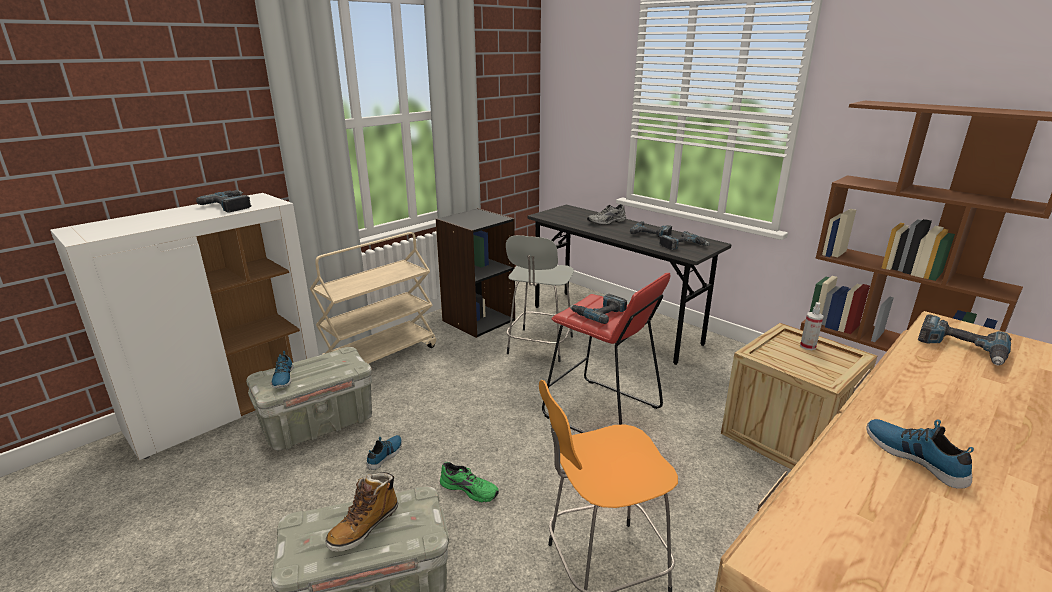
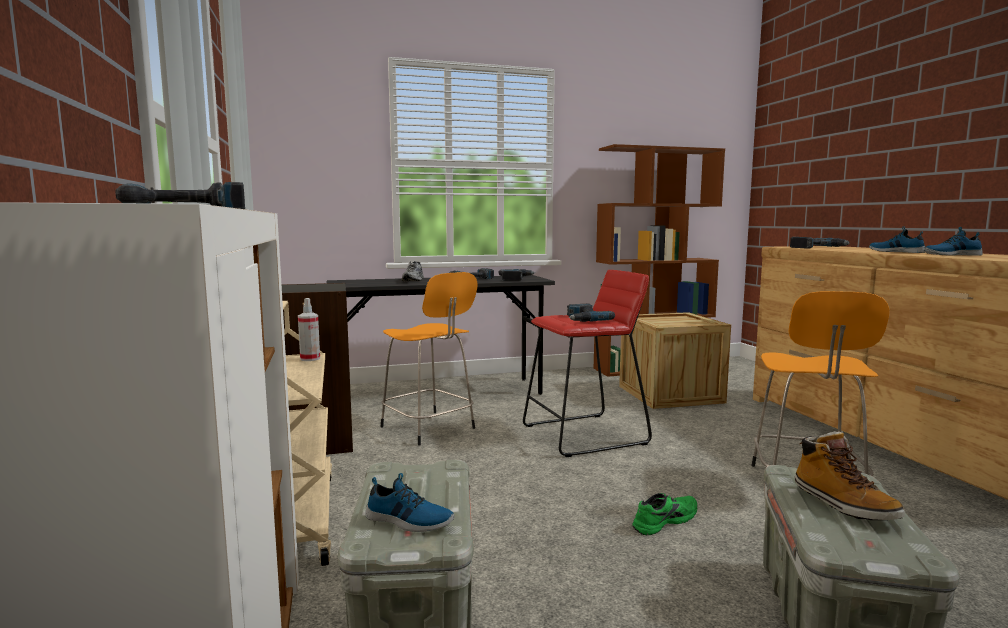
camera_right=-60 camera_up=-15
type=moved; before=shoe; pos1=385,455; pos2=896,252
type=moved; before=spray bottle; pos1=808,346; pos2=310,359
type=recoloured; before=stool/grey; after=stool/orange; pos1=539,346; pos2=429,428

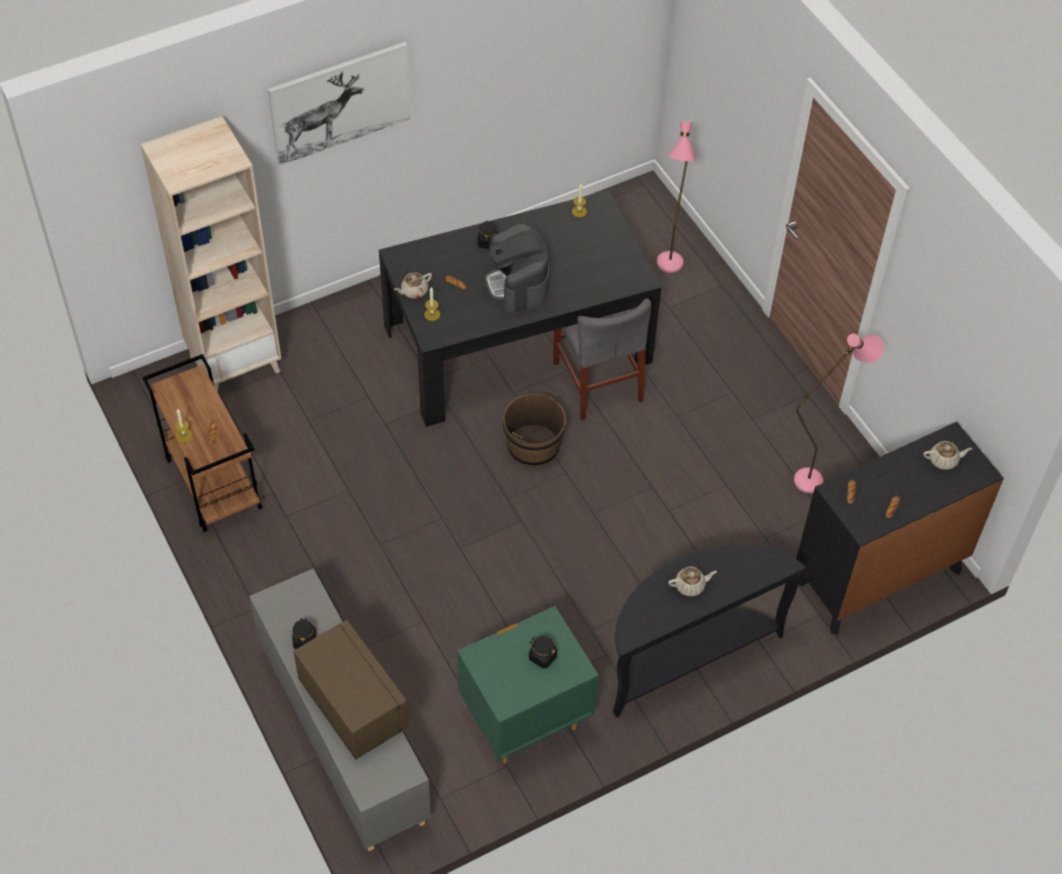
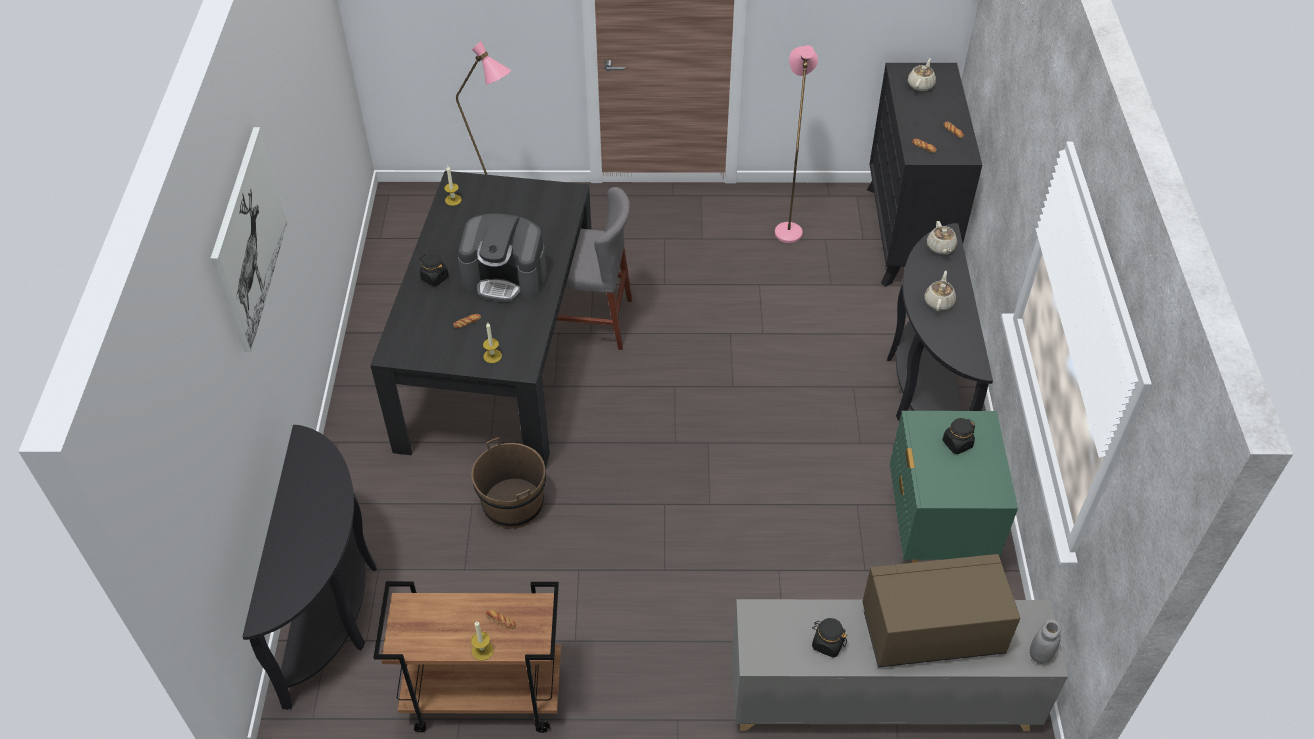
camera_right=-60 camera_up=-5
type=added; after=jar/grey; pos2=1040,654
type=moved; before=teapot/beige; pos1=414,291; pos2=940,247
type=moved; before=bucket/brown; pos1=533,446; pos2=513,504
type=replaced; before=bookcase/beige; after=console table/black; pos1=235,363; pos2=334,607

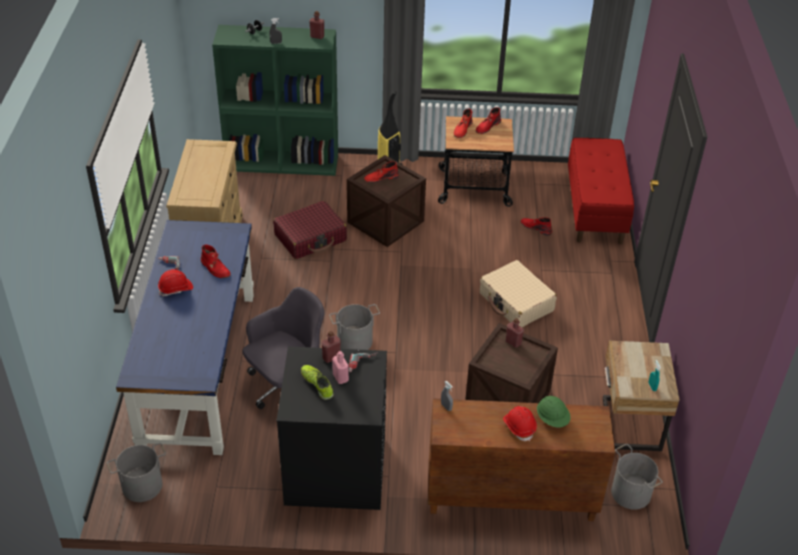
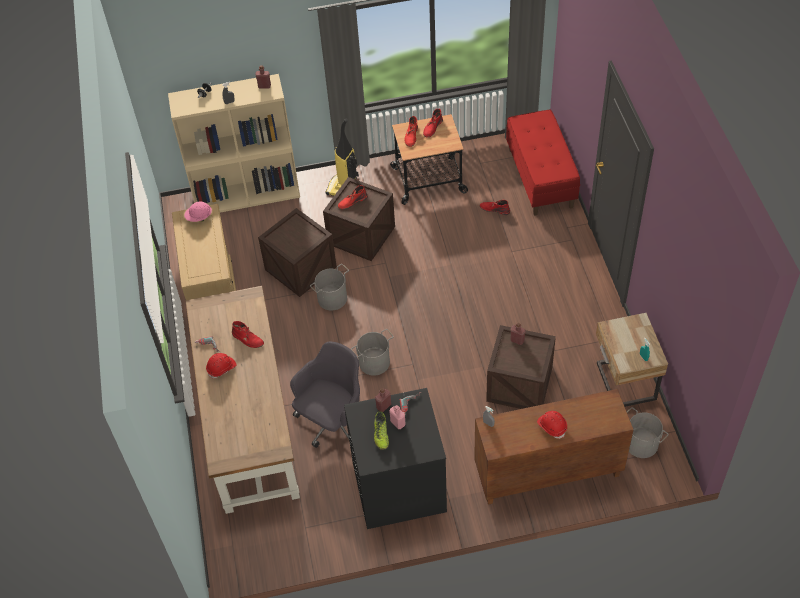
camera_right=-10 camera_up=10
type=removed; before=suitcase/beige; pos1=516,302
type=removed; before=hard hat/green; pos1=552,419
type=added; after=hard hat/pink; pos2=199,217
type=moved; before=bucket/grey; pos1=142,486; pos2=332,298
type=replaced; before=suitcase/red; after=crate; pos1=310,238; pos2=300,268
type=recoloured; before=desk/blue; after=desk/brown; pos1=198,367; pos2=249,421
type=recoloured; before=bookcase/green; after=bookcase/beige; pos1=283,162; pos2=247,194
type=turned; before=shoe; pos1=317,384; pos2=381,434; turn=-135

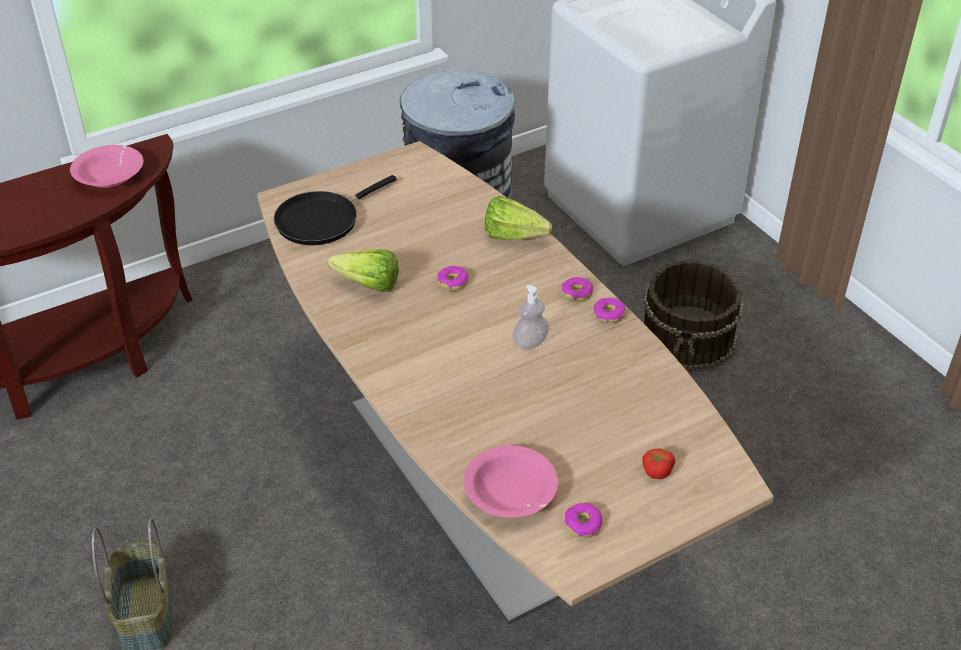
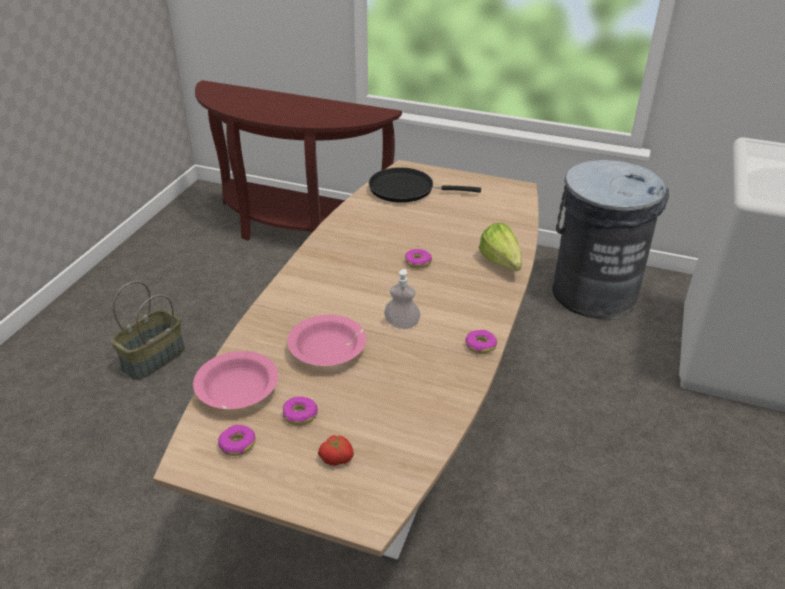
camera_right=50 camera_up=-5
type=removed; before=lettuce; pos1=363,283
type=removed; before=bucket/brown; pos1=689,337
type=moved; before=bowl/pink; pos1=109,176; pos2=327,350
type=moved; before=donut; pos1=577,293; pos2=300,415

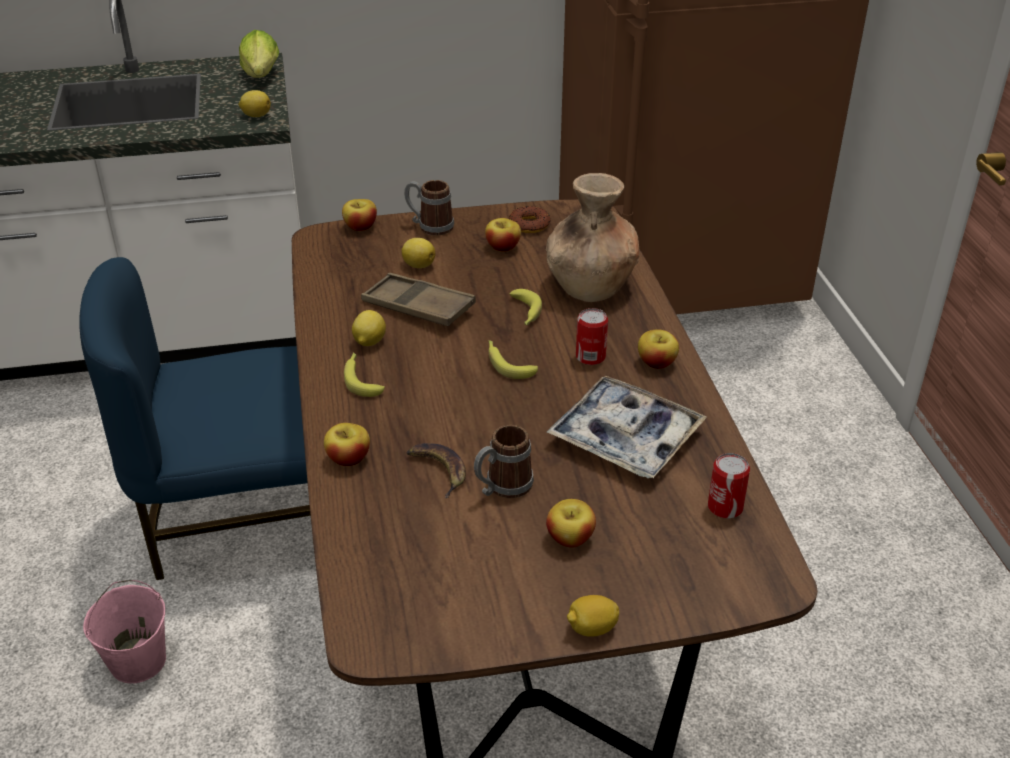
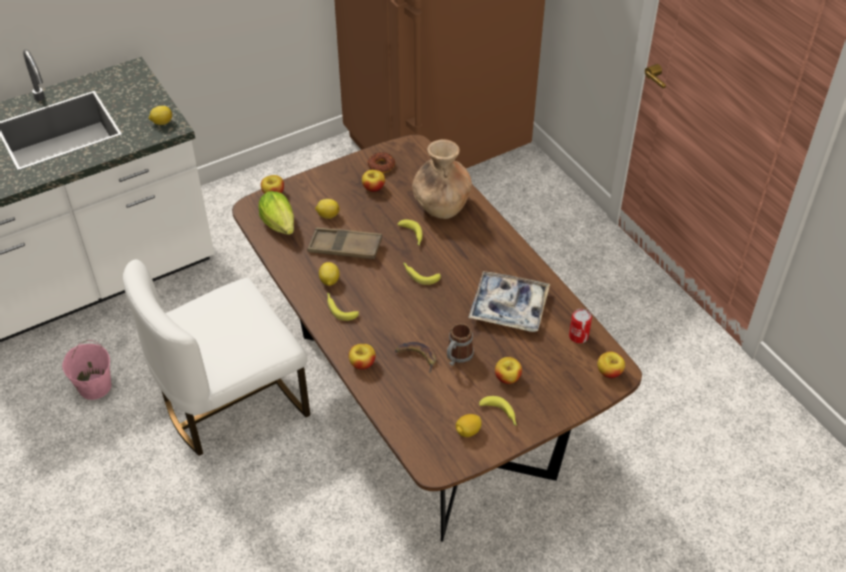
camera_right=-20 camera_up=10
type=removed; before=mug; pos1=430,226
type=removed; before=can; pos1=590,357
type=added; after=banana; pos2=500,414
type=moved; before=bucket/pink; pos1=137,661; pos2=94,386
type=moved; before=lettuce; pos1=261,77; pos2=280,226
type=moved; before=lemon; pos1=591,629; pos2=468,431
type=moved; before=apple; pos1=656,363; pos2=609,372
type=recoloured; before=chair/blue; after=chair/white; pos1=240,523; pos2=231,402

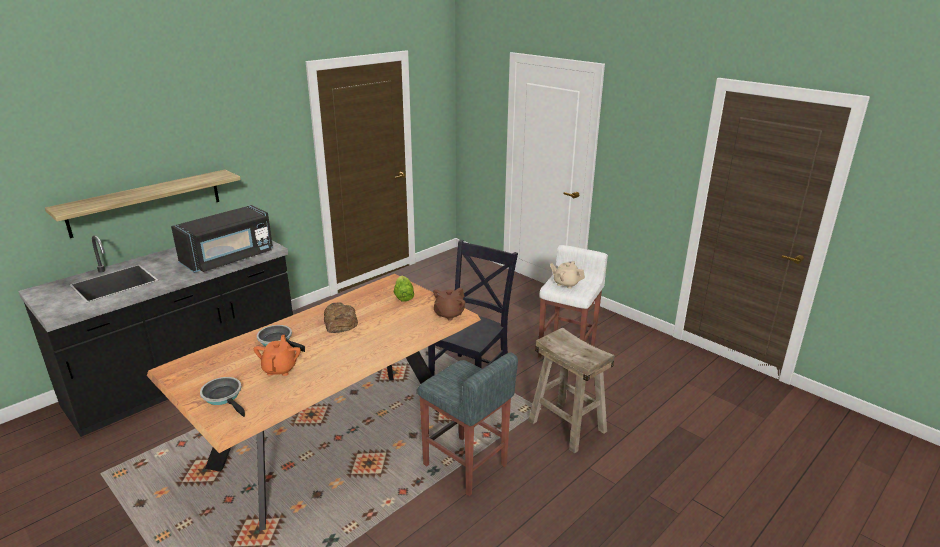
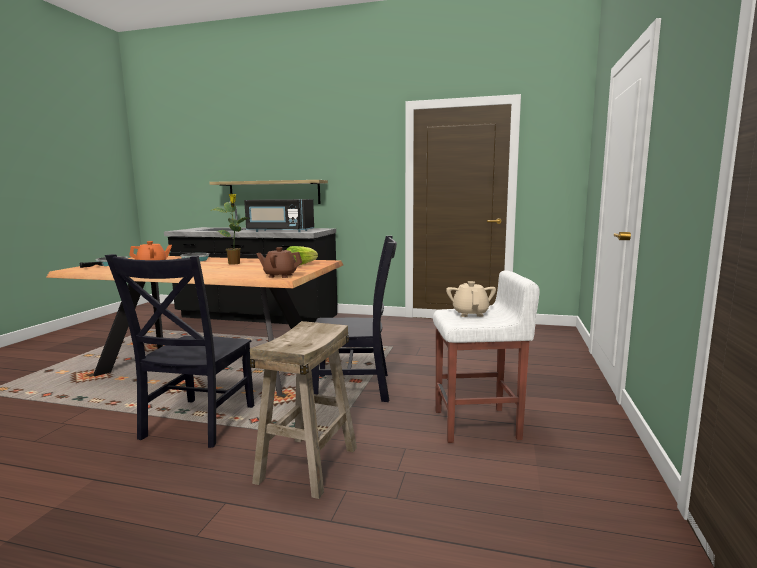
camera_right=60 camera_up=-15
type=replaced; before=bread; after=potted plant; pos1=340,322; pos2=234,263
type=replaced; before=stool/grey; after=chair/black; pos1=465,466; pos2=196,424

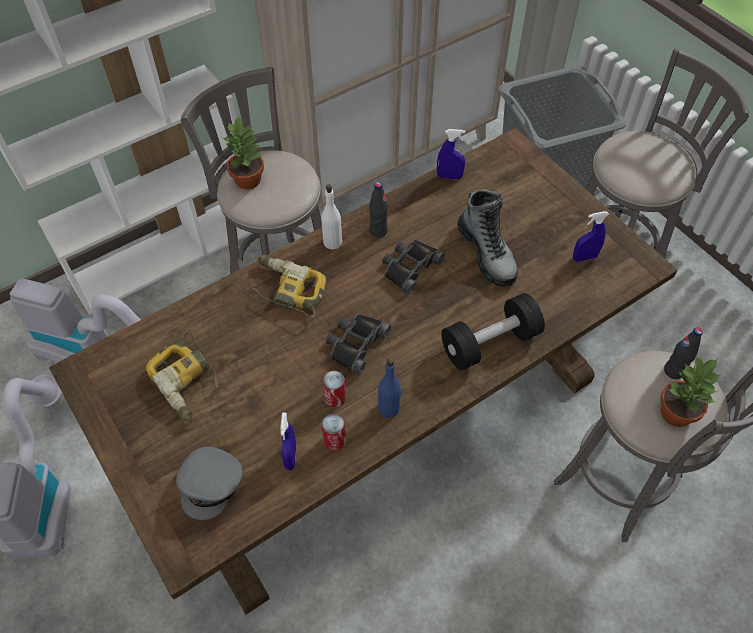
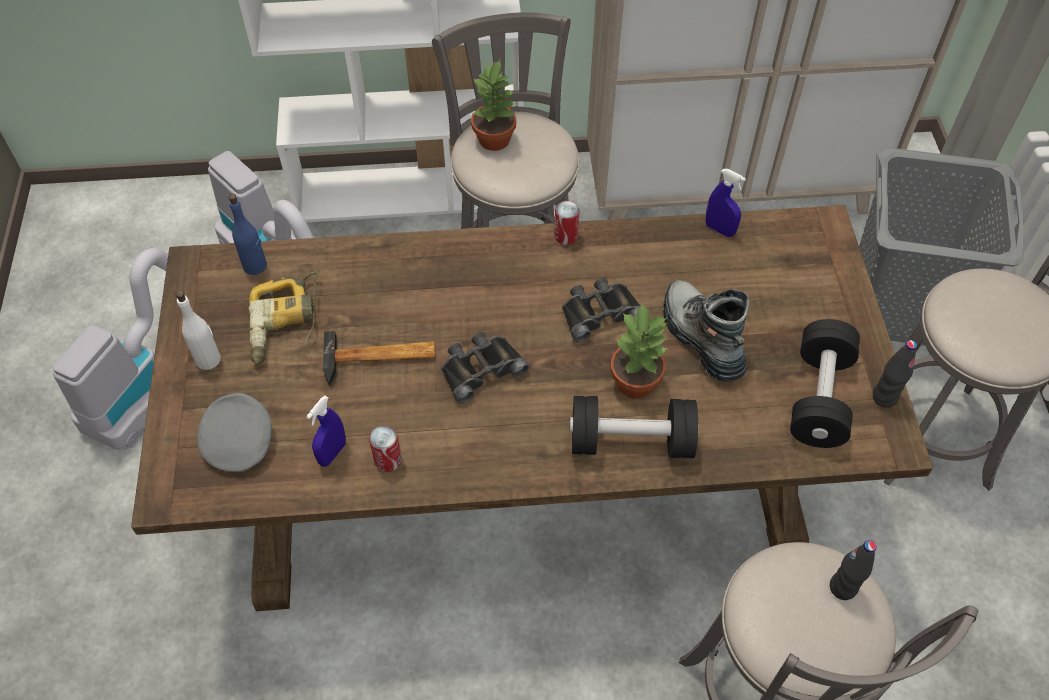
camera_right=30 camera_up=0
type=removed; before=power drill; pos1=287,291
type=added; after=hammer; pos2=380,359
type=moved; before=bottle/white; pos1=332,242; pos2=208,359
type=moved; before=can; pos1=335,398; pos2=566,236
type=moved; before=bottle/black; pos1=378,231; pos2=884,397
type=moved; before=bottle/blue; pos1=389,408; pos2=255,266
type=moved; before=potted plant; pos1=676,412; pos2=636,382
type=replaced; before=spray bottle/blue; after=dumbbell/black; pos1=584,257; pos2=819,397
type=turned; before=cap/grey; pos1=211,484; pos2=239,440; turn=135
type=turned; before=boot; pos1=487,253; pos2=701,338; turn=150

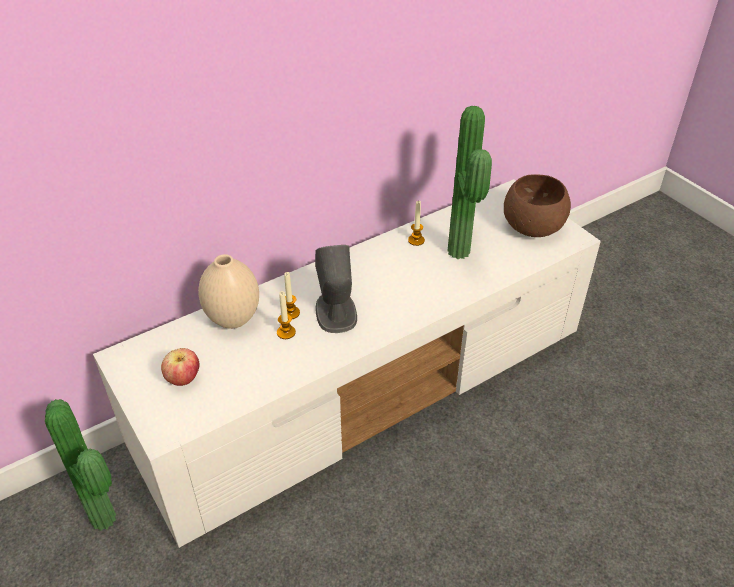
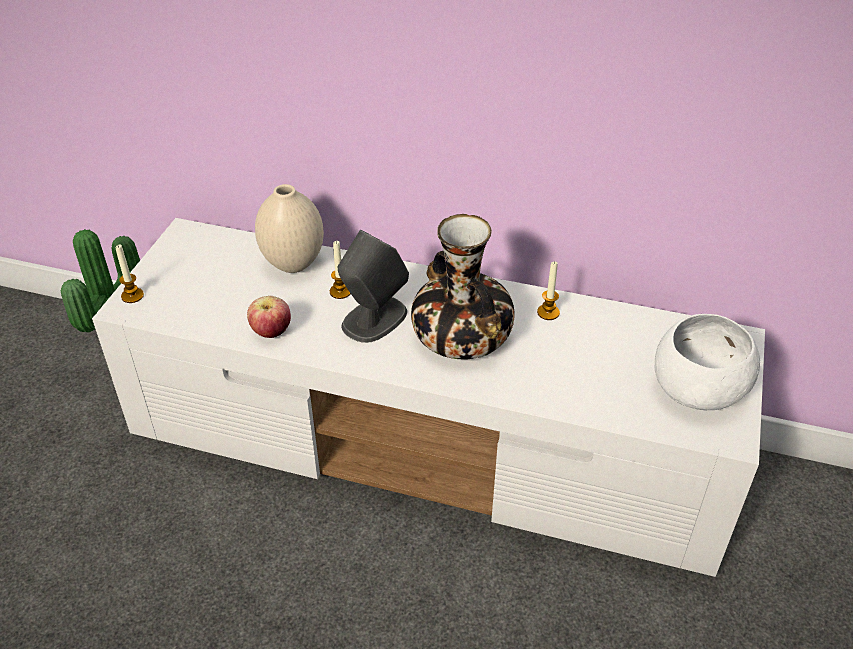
camera_right=50 camera_up=0
type=removed; before=potted plant; pos1=463,251
type=added; after=vase; pos2=462,336
type=moved; before=apple; pos1=183,379; pos2=271,332
type=moved; before=candle; pos1=286,332; pos2=132,296
type=recoloured; before=bowl/brown; after=bowl/white; pos1=532,227; pos2=696,389

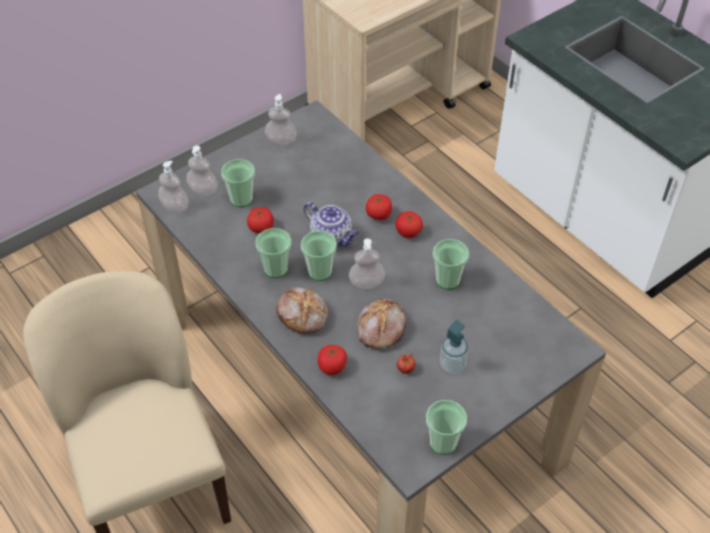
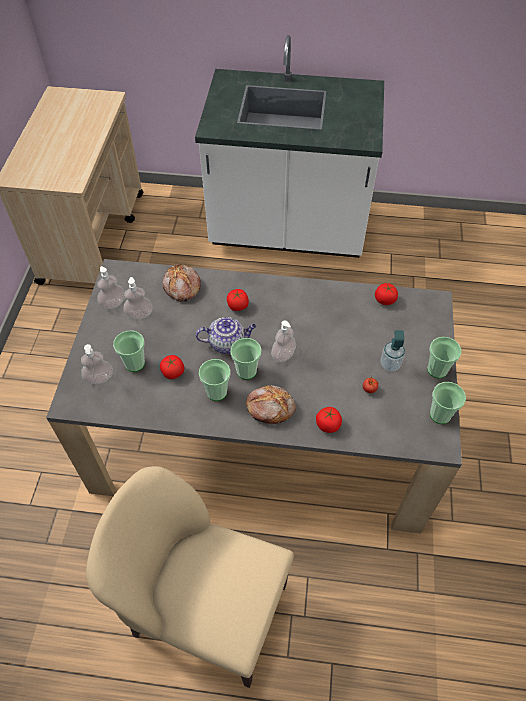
camera_right=-45 camera_up=5
type=moved; before=soap dispenser; pos1=175,207; pos2=139,314
type=moved; before=bread; pos1=380,329; pos2=181,287
type=moved; before=tomato; pos1=408,232; pos2=385,300
type=moved; before=cup; pos1=447,280; pos2=437,370

